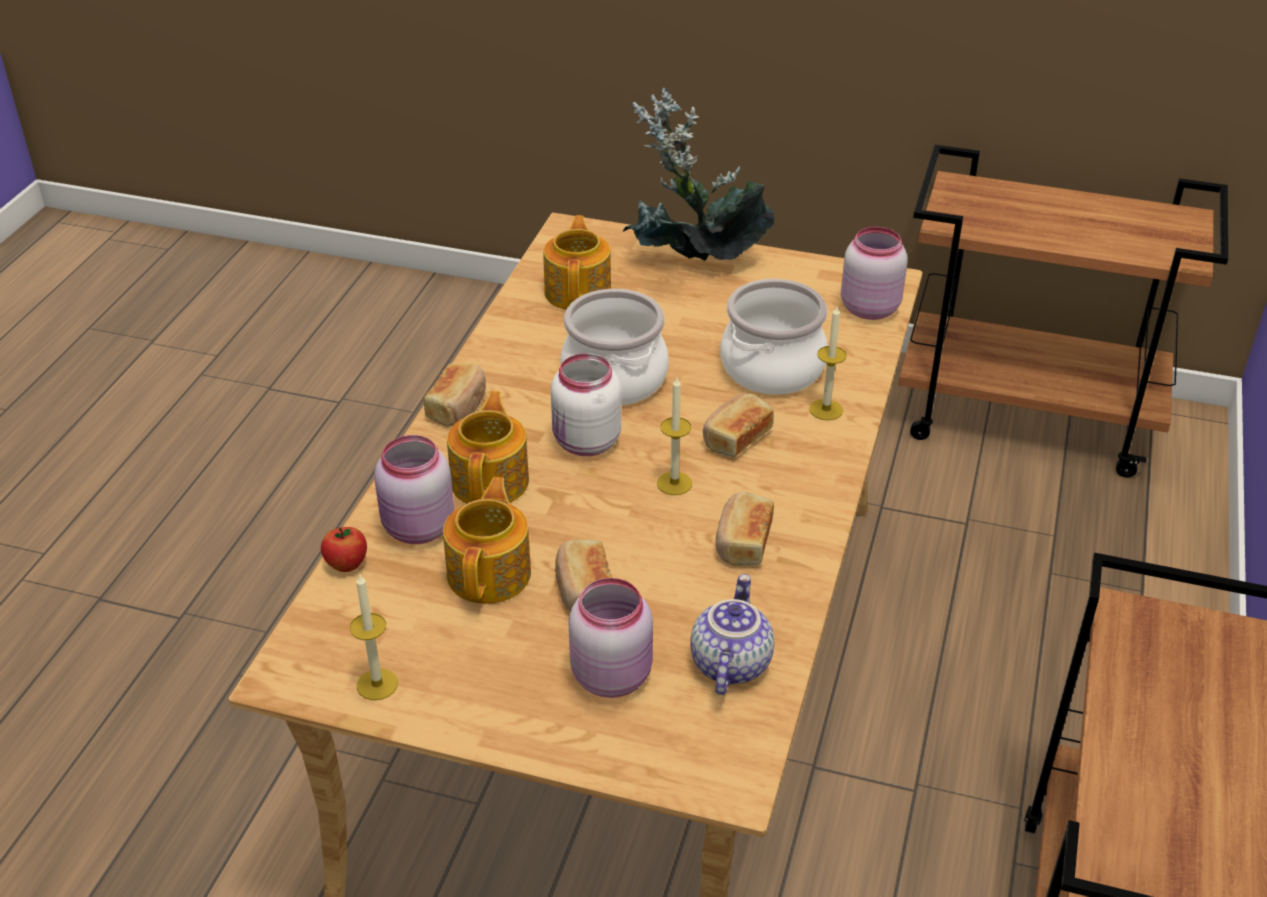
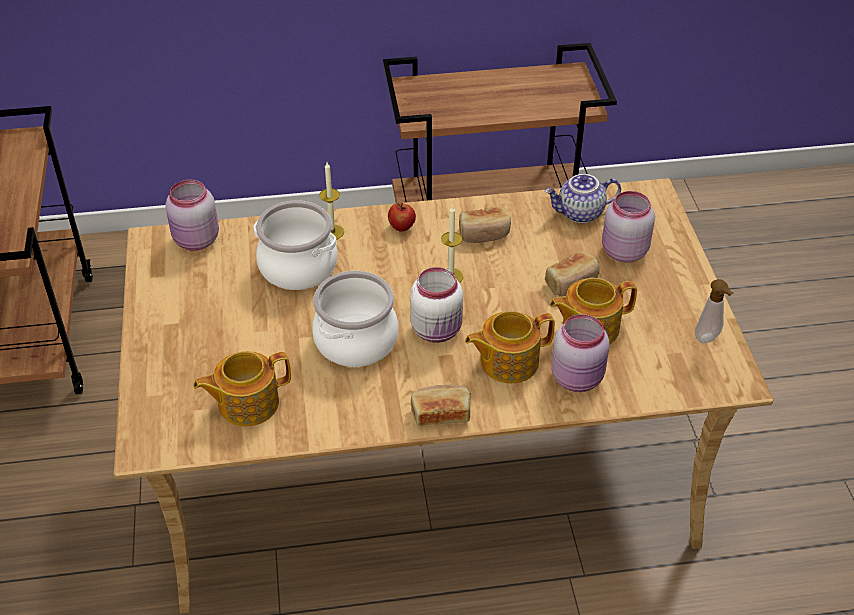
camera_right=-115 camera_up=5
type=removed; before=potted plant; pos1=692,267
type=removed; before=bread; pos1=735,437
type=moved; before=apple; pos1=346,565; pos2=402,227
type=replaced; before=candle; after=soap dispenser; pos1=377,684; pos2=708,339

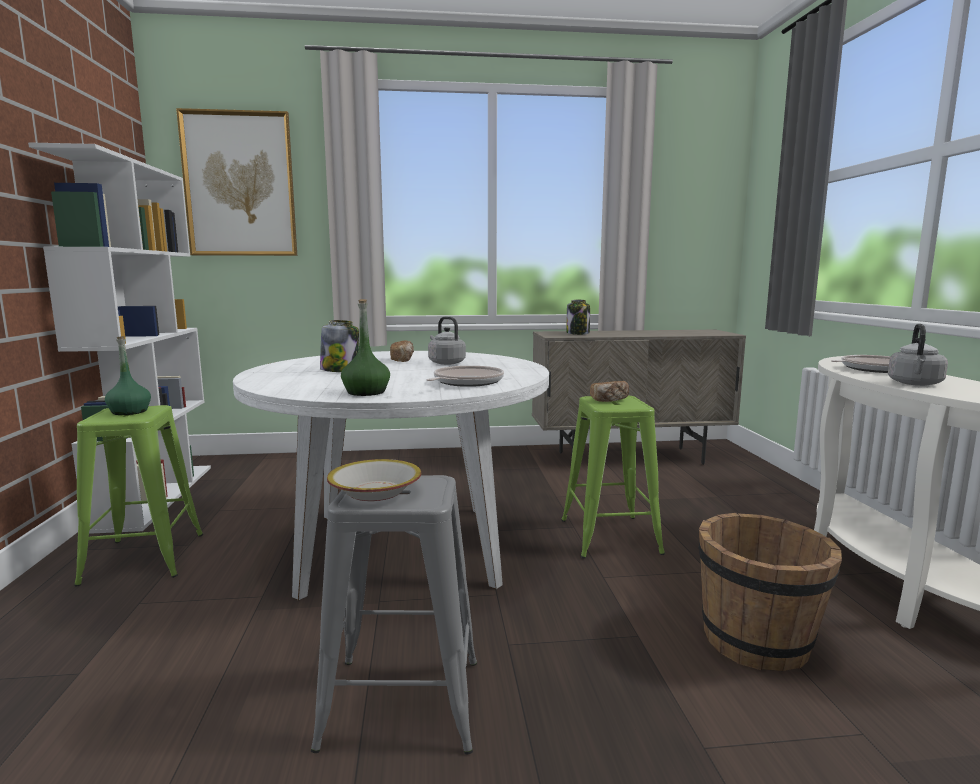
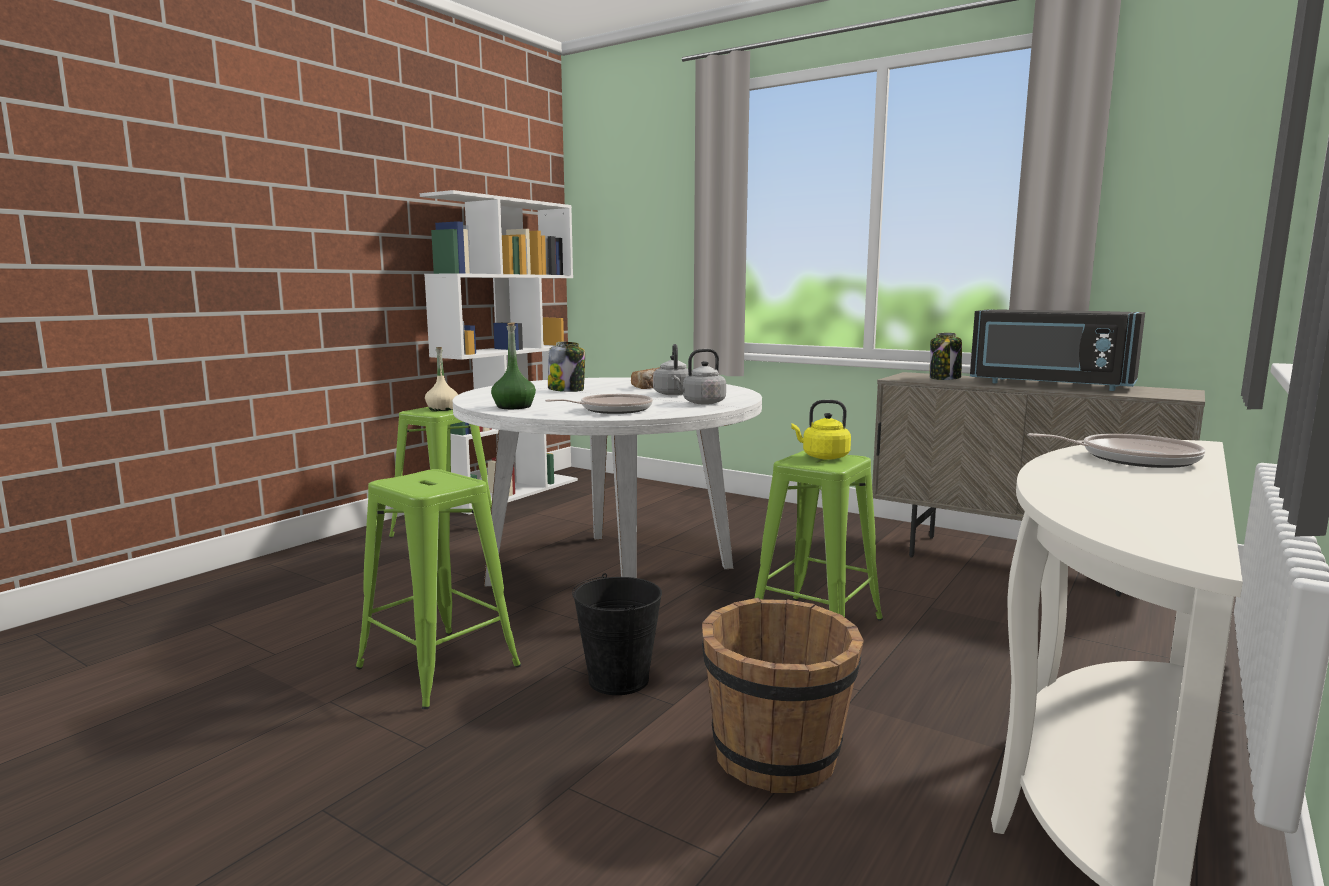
camera_right=40 camera_up=0
type=removed; before=picture; pos1=240,185
type=removed; before=bowl; pos1=376,491
type=added; after=bucket/black; pos2=619,679
type=added; after=microwave/black; pos2=1049,385
type=moved; before=kettle/grey; pos1=915,384; pos2=701,403
type=replaced; before=bread; after=kettle/yellow; pos1=609,400; pos2=823,457
type=recoloured; before=bottle/green; after=bottle/beige; pos1=129,412; pos2=442,409
type=recoloured; before=stool/grey; after=stool/green; pos1=403,703; pos2=439,667

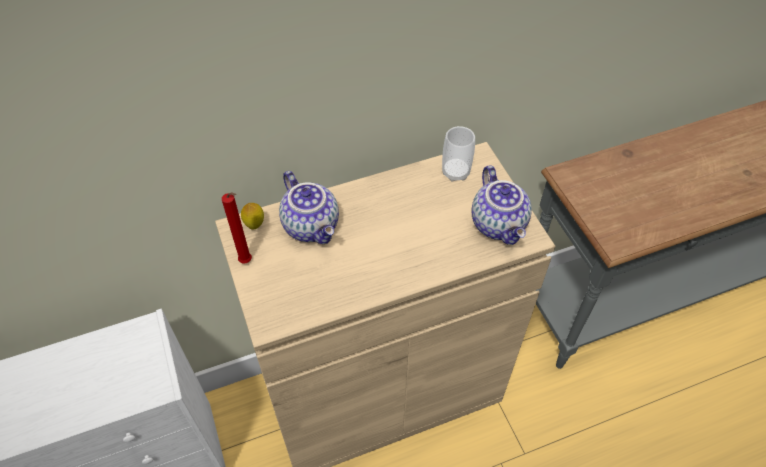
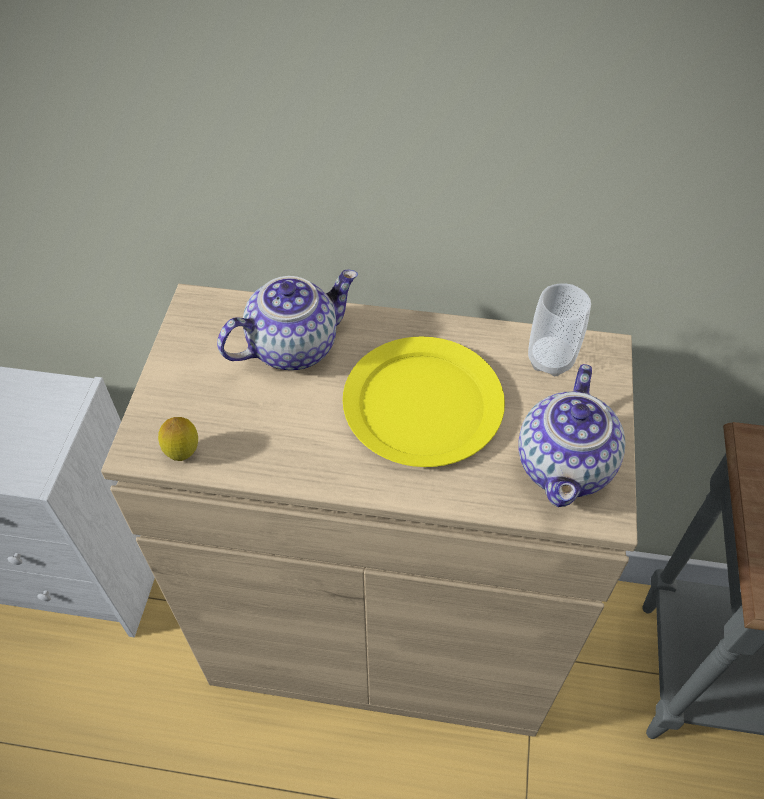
camera_right=30 camera_up=0
type=removed; before=candle/red; pos1=247,262
type=added; after=plate/yellow; pos2=422,406
type=moved; before=lemon; pos1=254,225; pos2=183,453
type=turned; before=teapot; pos1=312,226; pos2=293,345; turn=-120

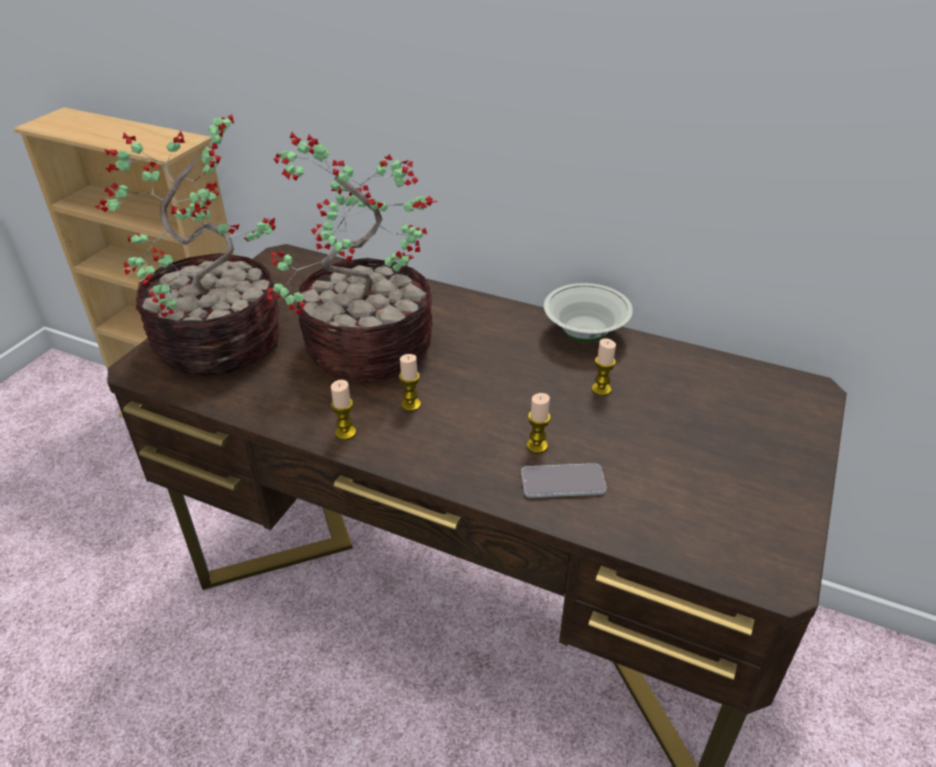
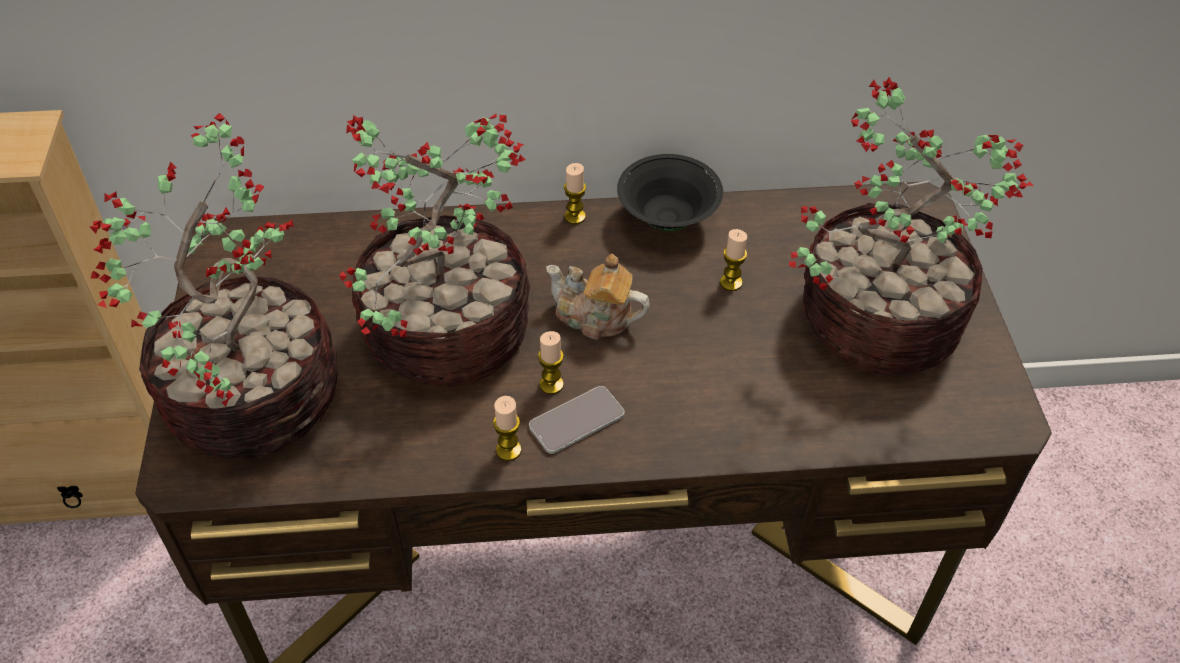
camera_right=-30 camera_up=10
type=added; after=teapot; pos2=595,317
type=added; after=potted plant; pos2=873,322
type=moved; before=phone; pos1=563,482; pos2=576,421
type=moved; before=candle; pos1=537,446; pos2=575,217
type=recoloured; before=bowl/white; after=bowl/black; pos1=585,334; pos2=667,218

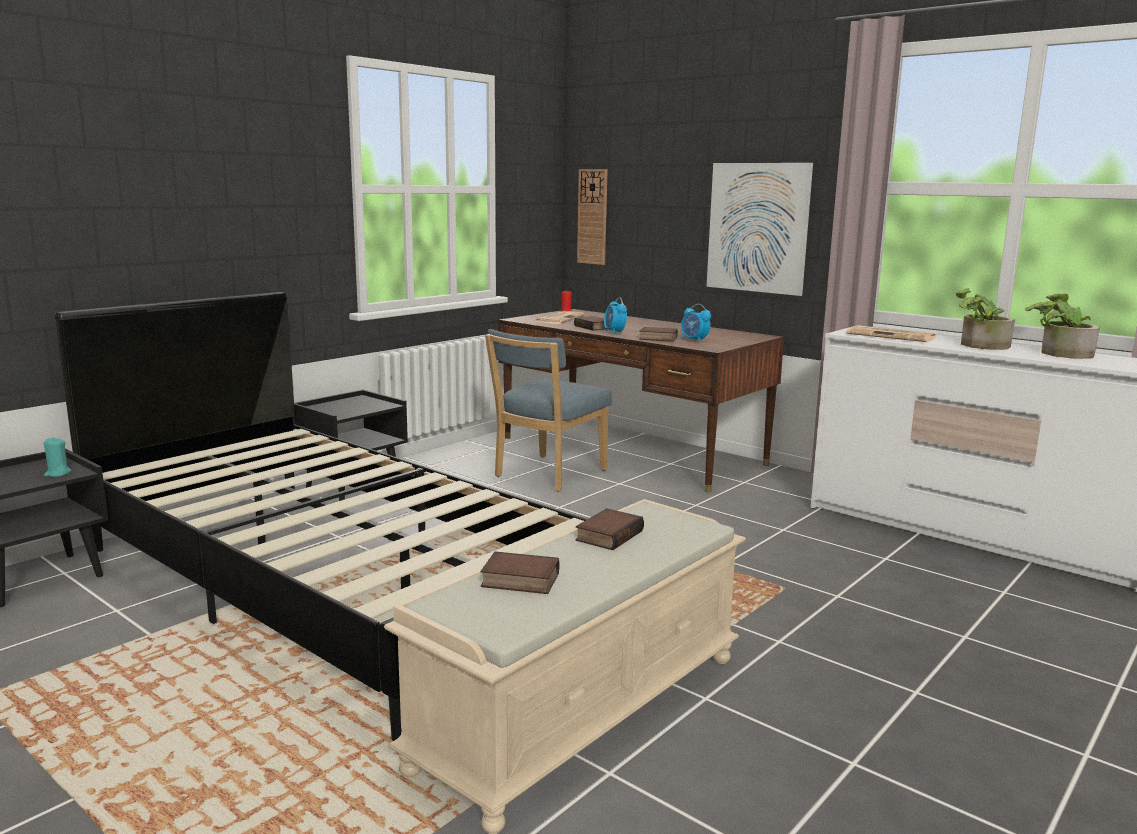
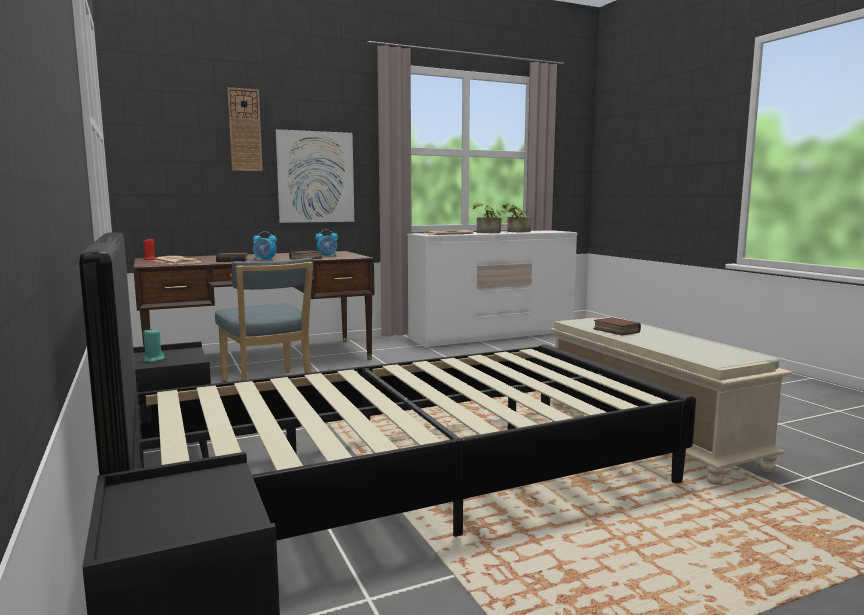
camera_right=-65 camera_up=-5
type=removed; before=book; pos1=518,581
type=moved; before=candle/turquoise; pos1=57,473; pos2=153,359
type=moved; before=wall clock; pos1=592,217; pos2=245,130

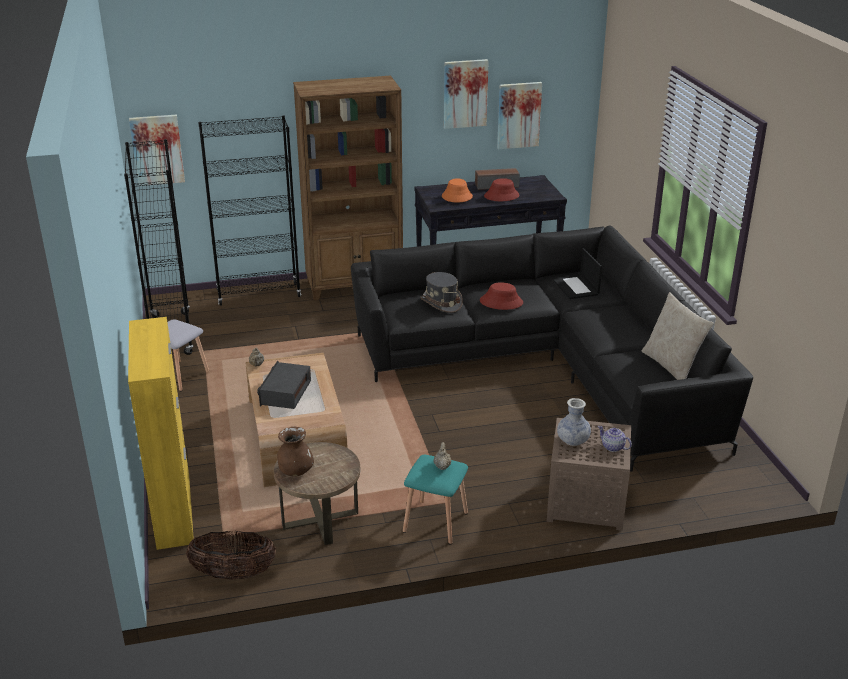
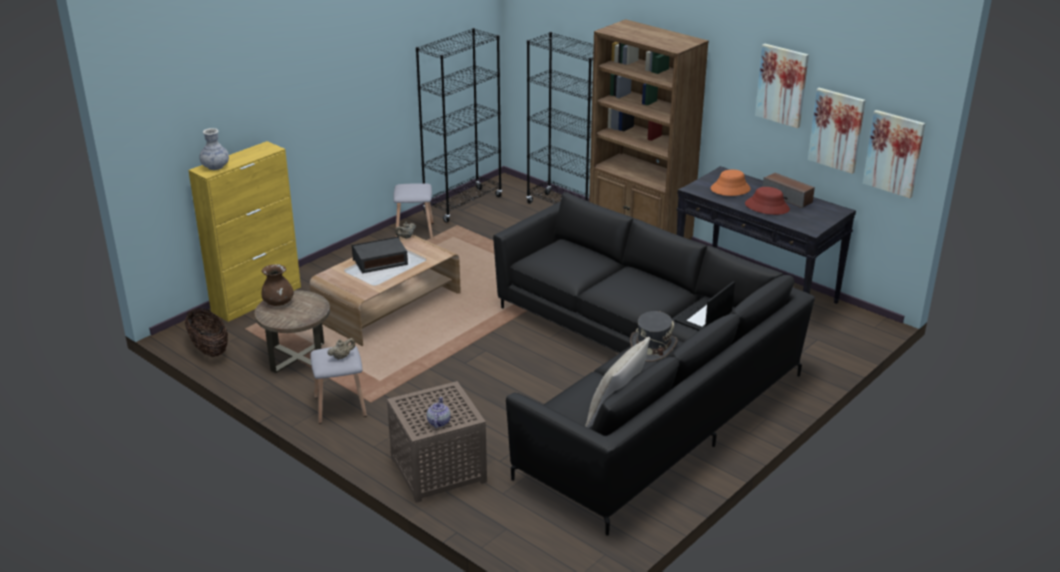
camera_right=55 camera_up=0
type=removed; before=hat/red; pos1=501,302
type=moved; before=picture; pos1=157,150; pos2=894,153
type=moved; before=hat/grey; pos1=441,303; pos2=653,347
type=moved; before=vase; pos1=573,440; pos2=215,167
type=recoloured; before=stool/turquoise; after=stool/grey; pos1=435,521; pos2=341,406

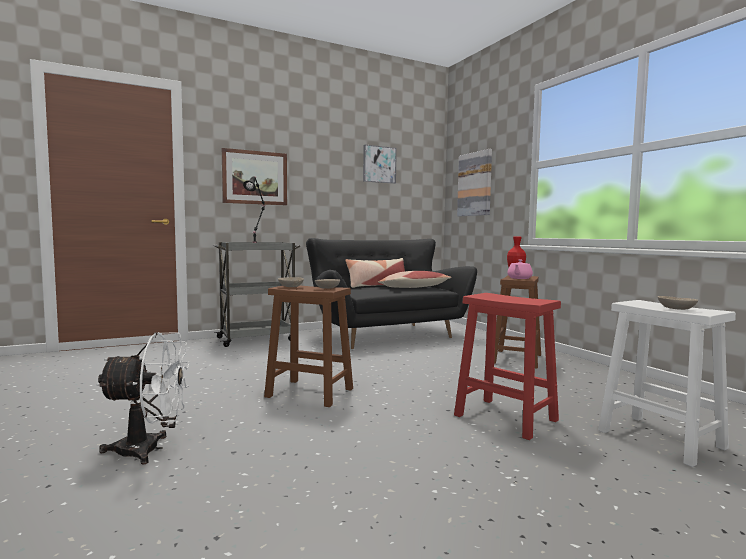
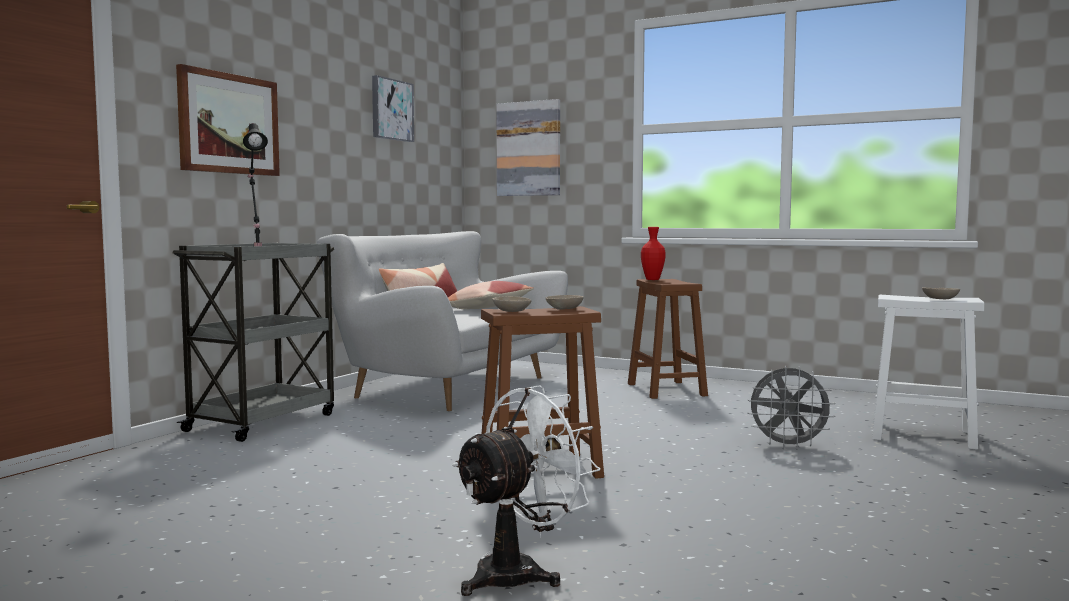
camera_right=-35 camera_up=0
type=removed; before=teapot/pink; pos1=519,278
type=replaced; before=stool/red; after=fan/grey; pos1=507,418; pos2=788,446
type=recoloured; before=sofa/black; after=sofa/white; pos1=385,334; pos2=447,386

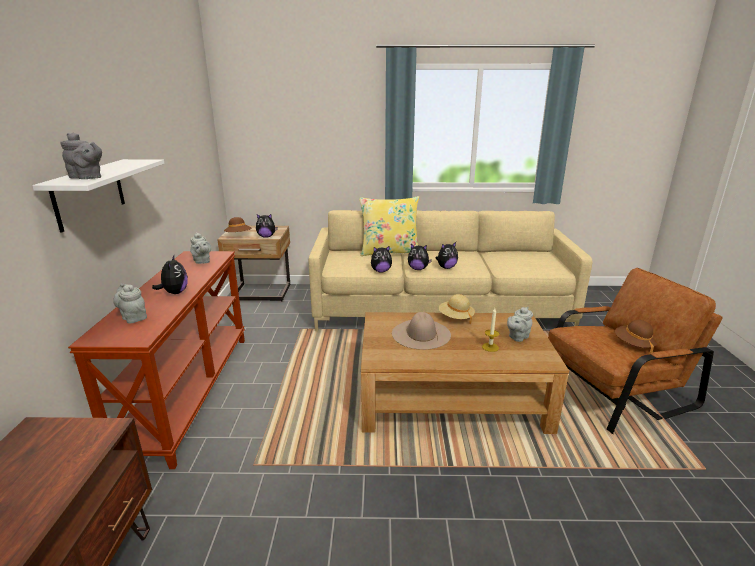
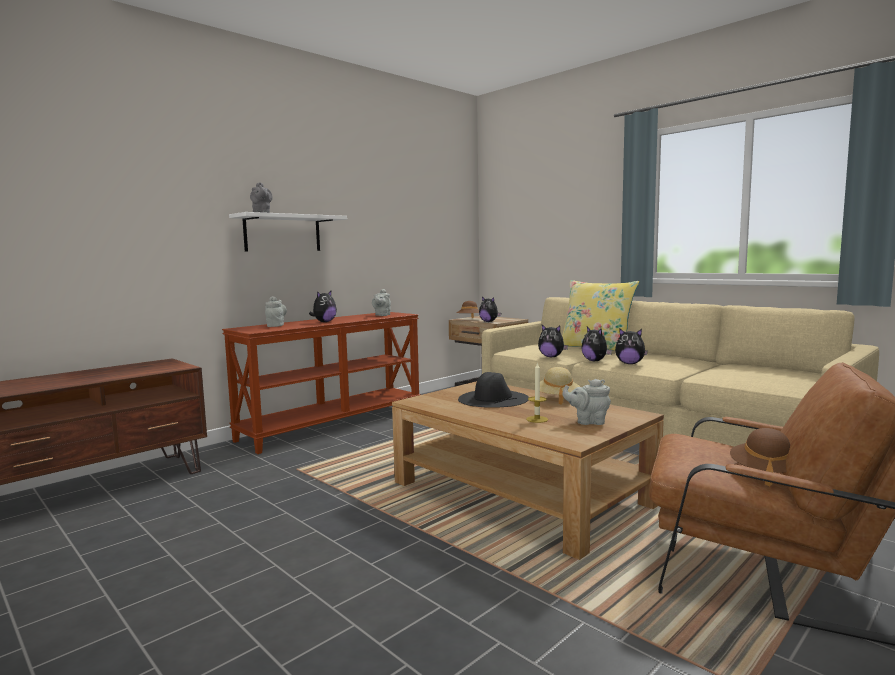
camera_right=45 camera_up=-15
type=recoloured; before=hat/beige; after=hat/black; pos1=421,334; pos2=493,398

